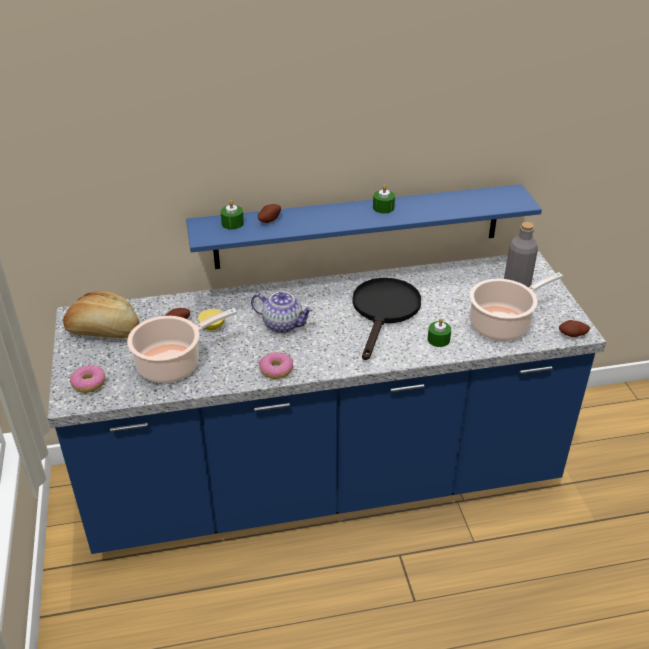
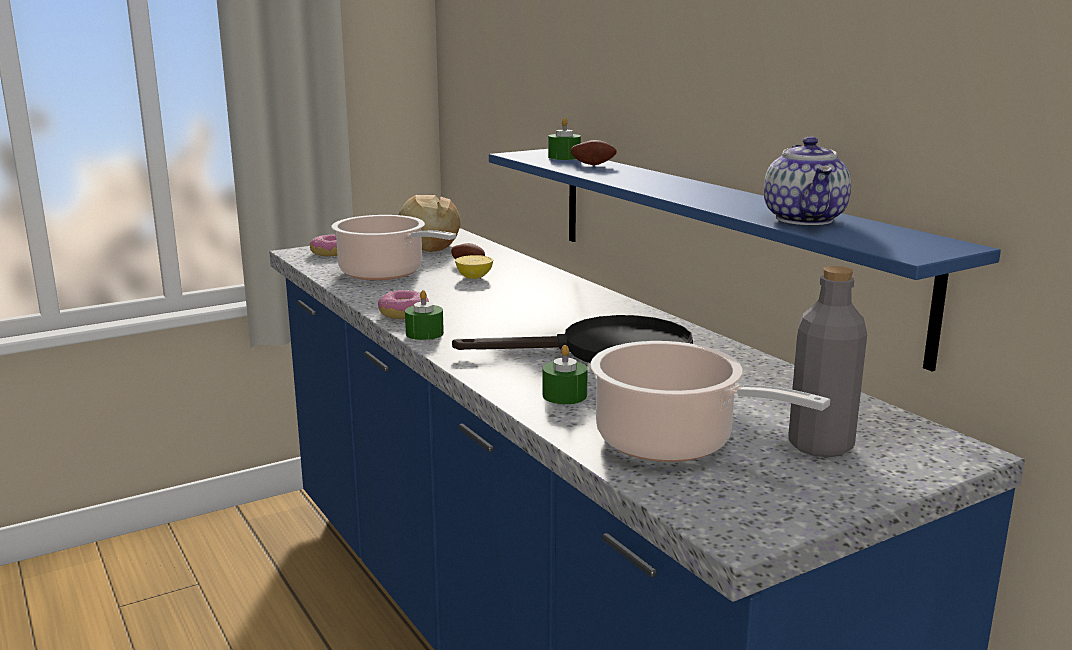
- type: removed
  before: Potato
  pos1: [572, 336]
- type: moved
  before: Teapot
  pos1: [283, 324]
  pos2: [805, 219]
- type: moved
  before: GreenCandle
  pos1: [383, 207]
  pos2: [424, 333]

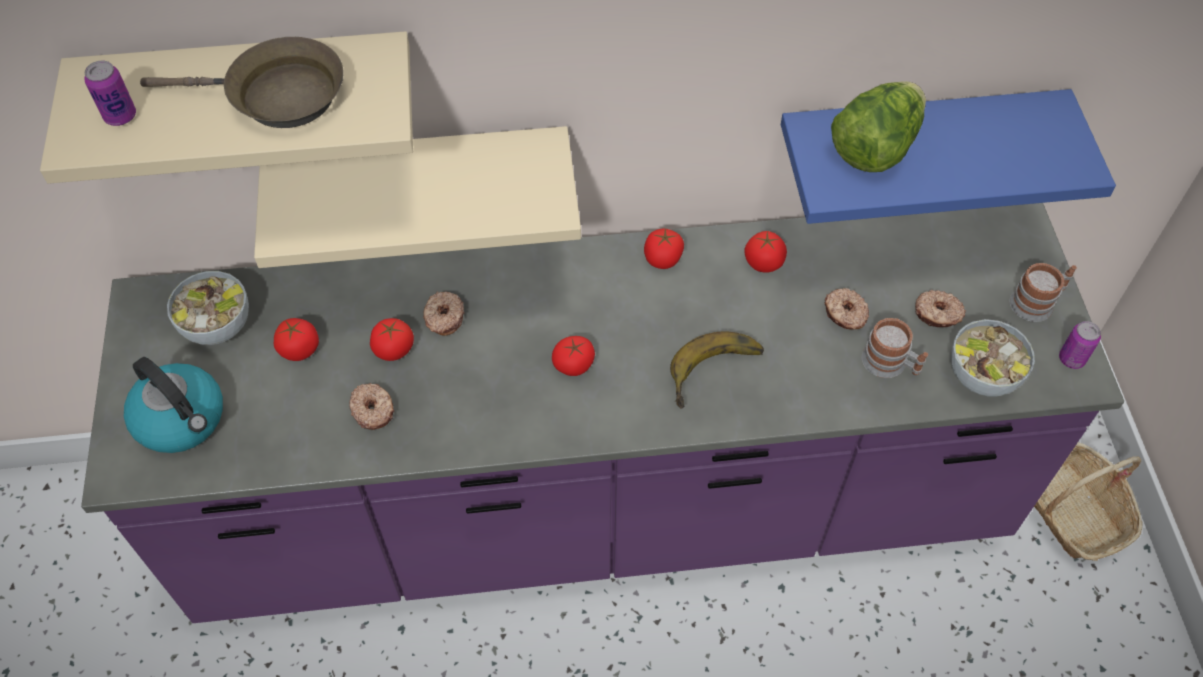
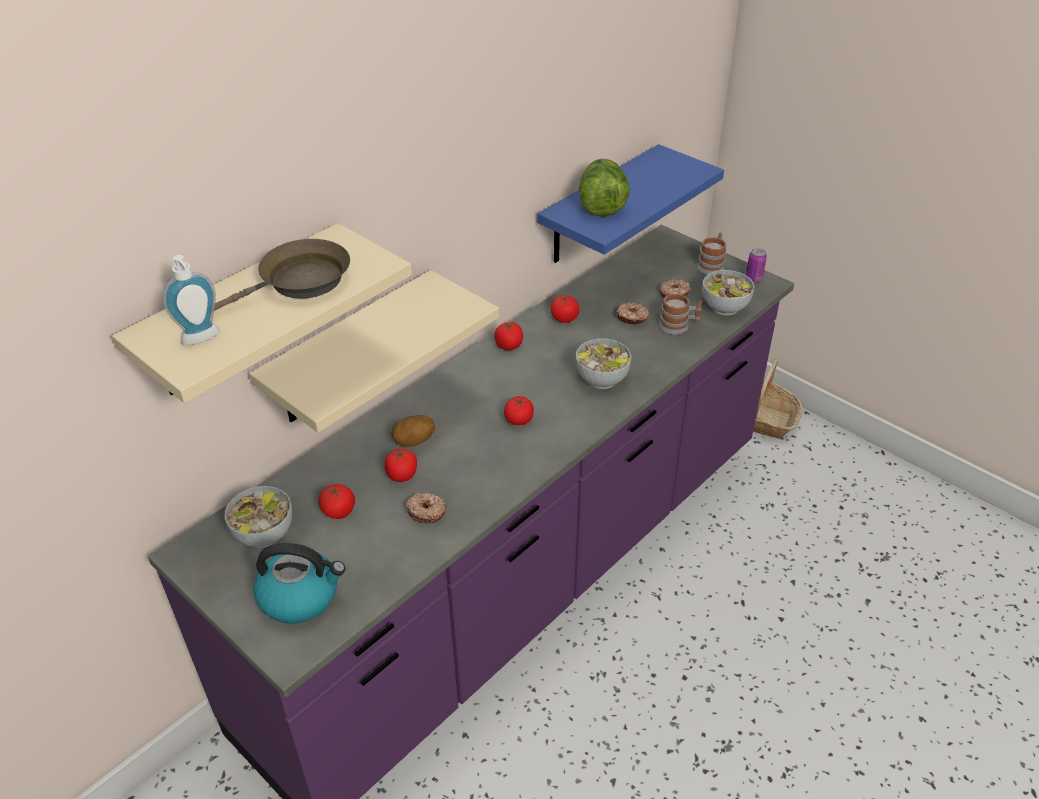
- type: replaced
  before: Can
  after: SoapDispenser
  pos1: [120, 116]
  pos2: [202, 339]
- type: replaced
  before: Donut
  after: Potato
  pos1: [444, 317]
  pos2: [414, 442]
- type: replaced
  before: Banana
  after: Bowl
  pos1: [718, 375]
  pos2: [602, 378]

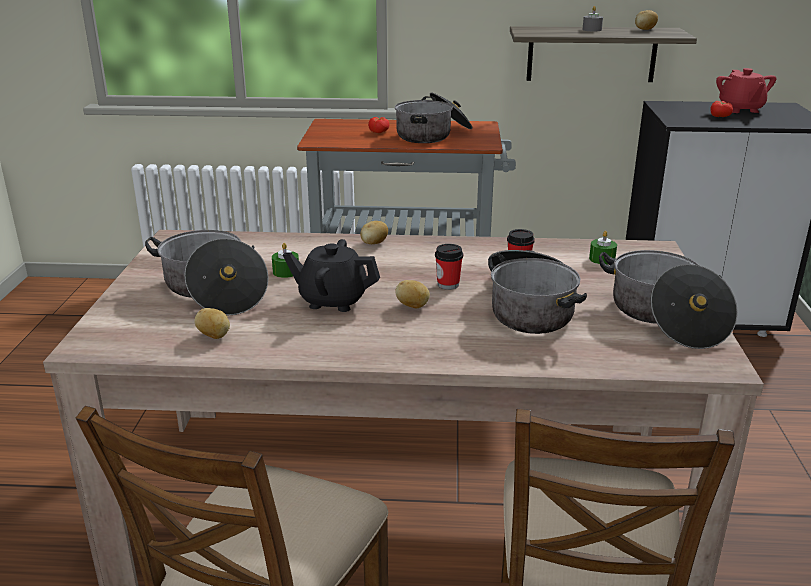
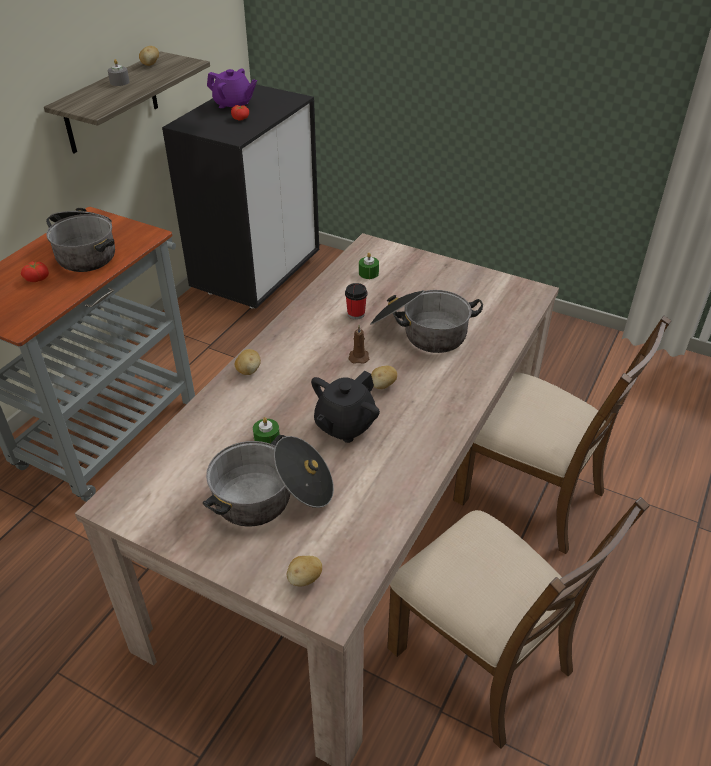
- type: removed
  before: CookingPot
  pos1: [664, 317]
- type: moved
  before: Potato
  pos1: [214, 336]
  pos2: [304, 579]
- type: replaced
  before: Cup
  after: BrownCandle
  pos1: [448, 284]
  pos2: [358, 356]
- type: recoloured
  before: RedTeapot
  after: PurpleTeapot
  pos1: [740, 109]
  pos2: [233, 105]

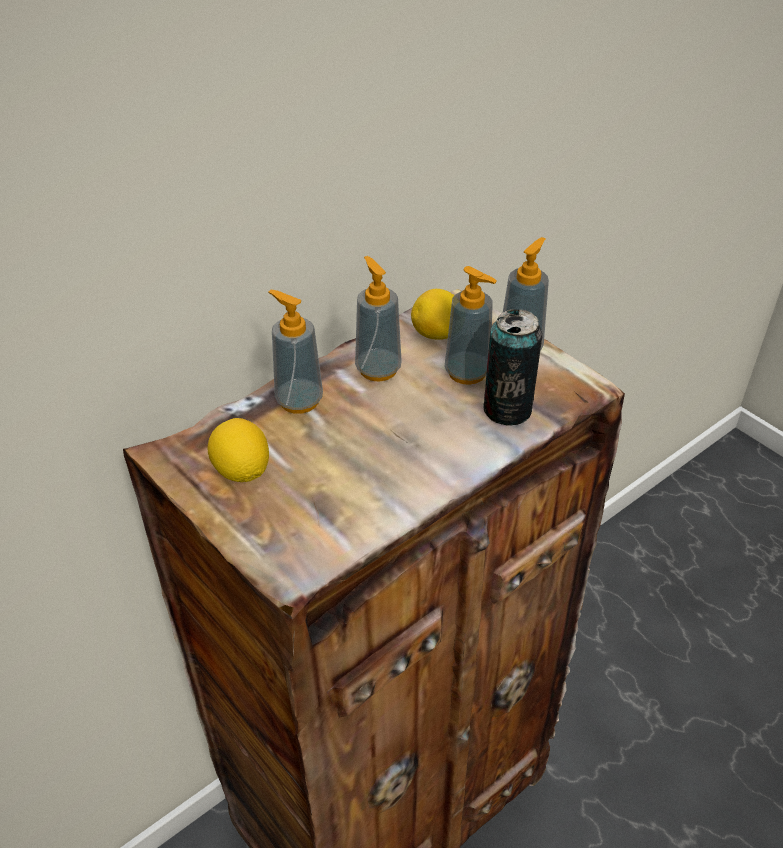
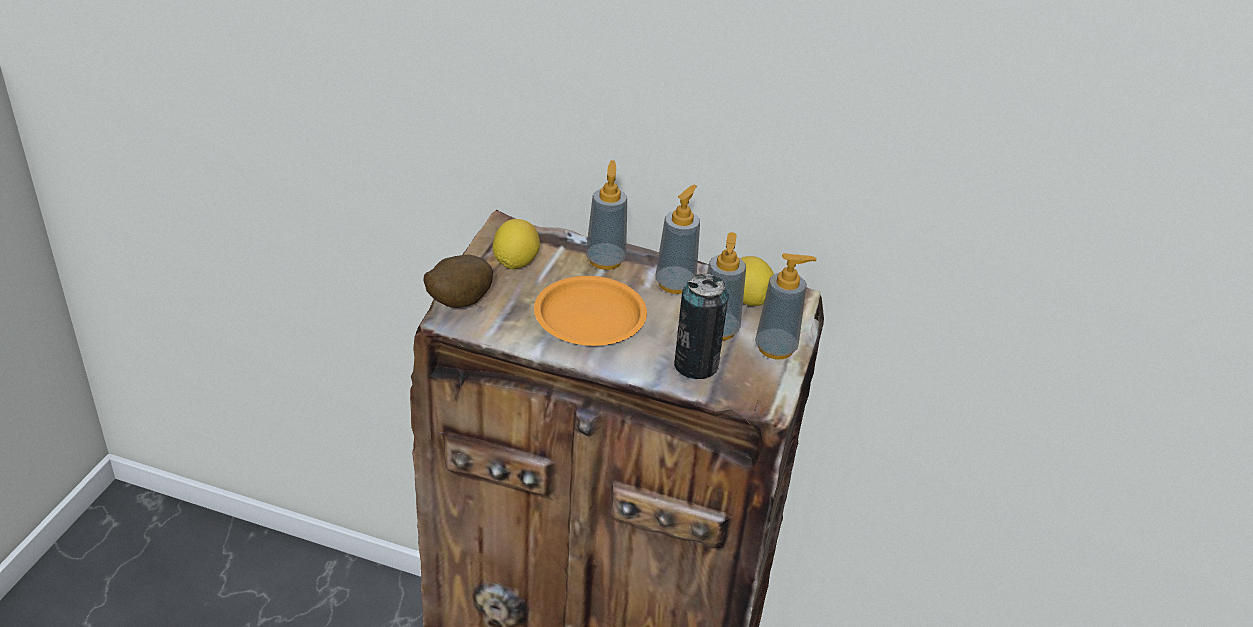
- type: added
  after: Potato
  pos2: [456, 303]
- type: added
  after: OrangePlate
  pos2: [590, 317]

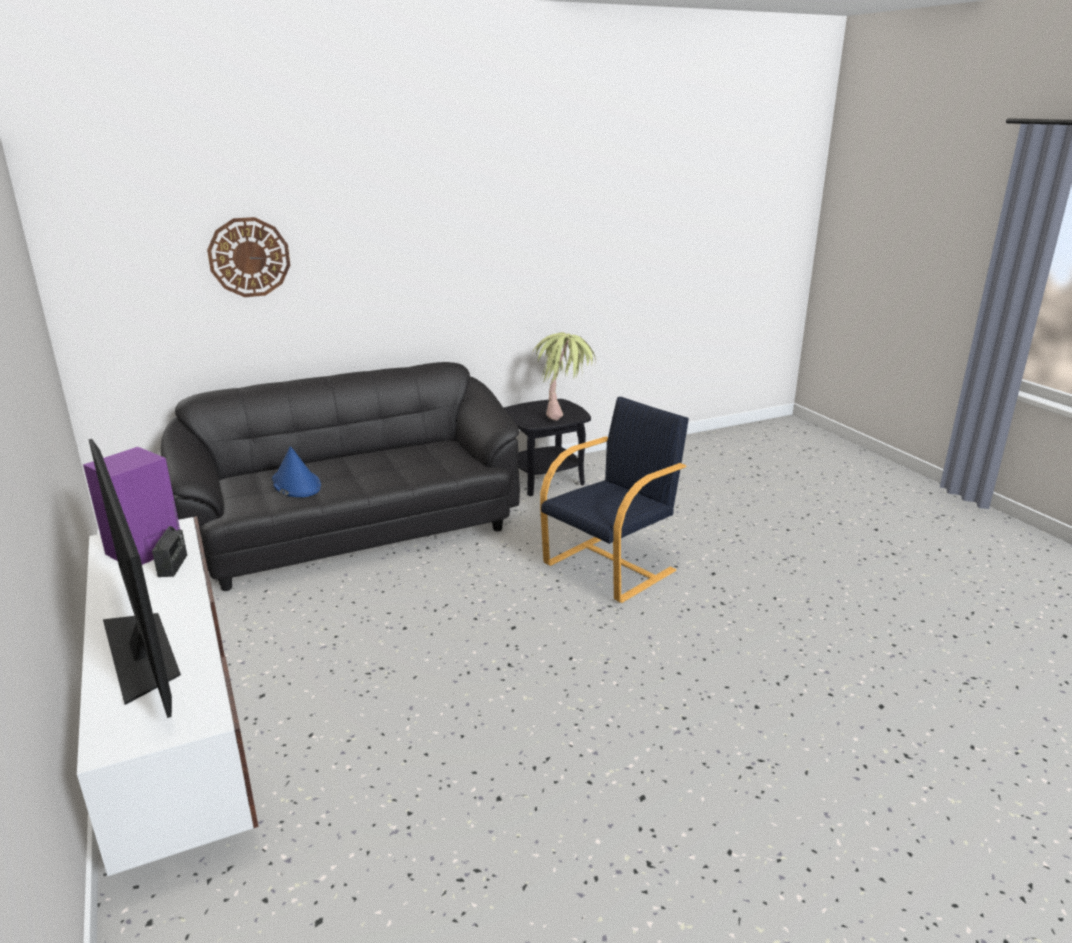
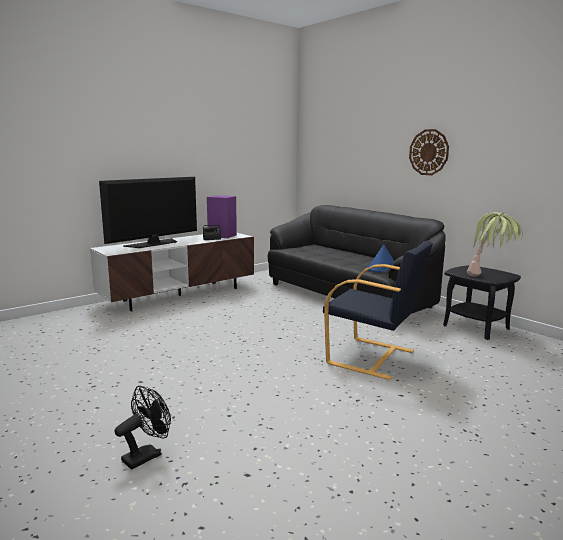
- type: added
  after: BlackFan
  pos2: [147, 455]
- type: moved
  before: WallClock
  pos1: [249, 257]
  pos2: [429, 152]
- type: moved
  before: BlueHat
  pos1: [296, 484]
  pos2: [382, 268]

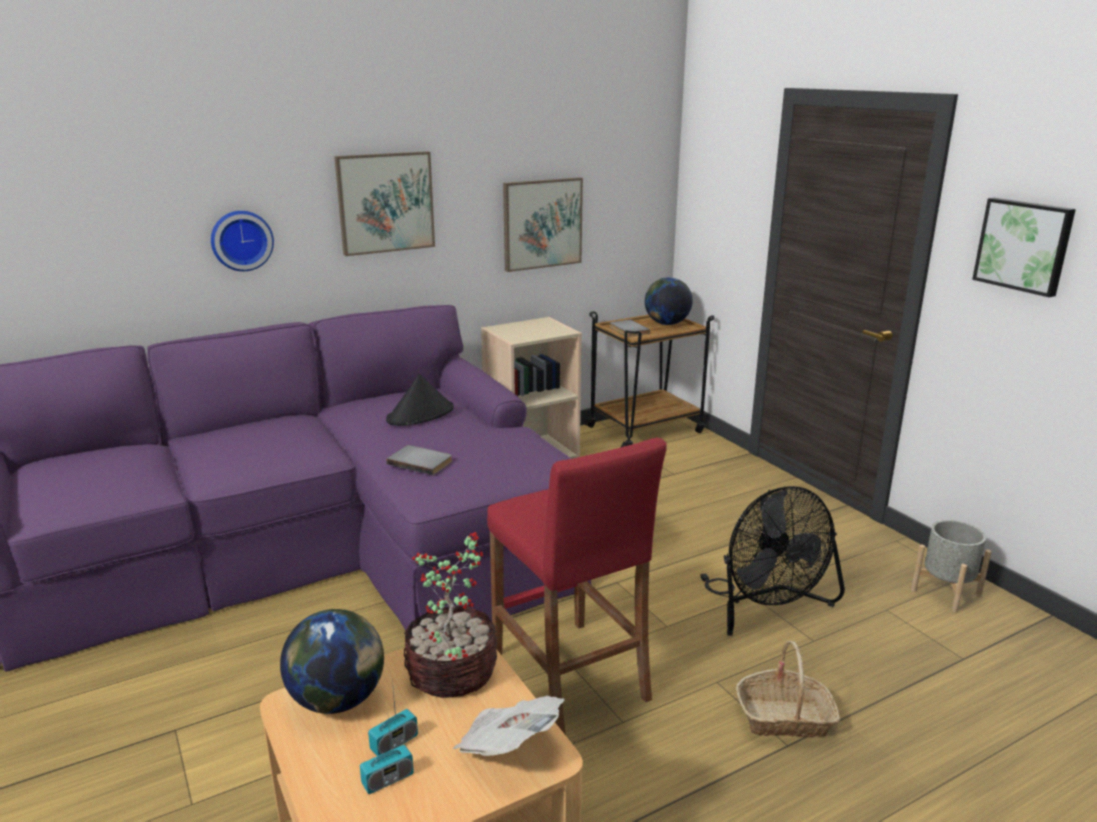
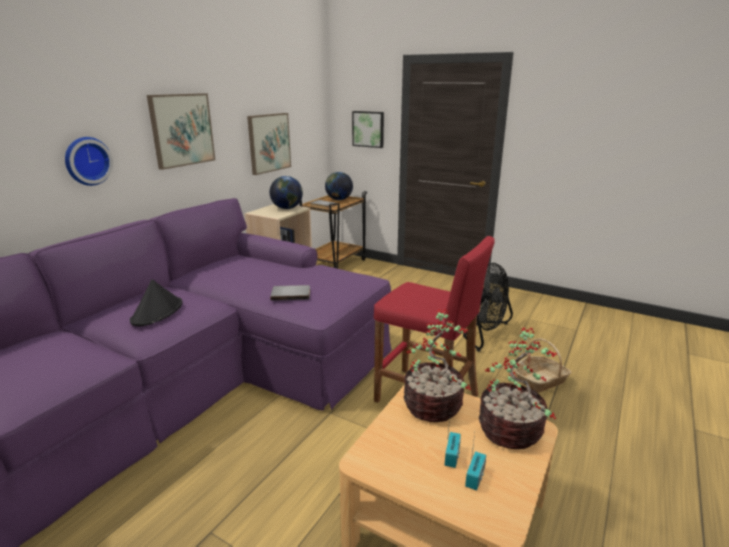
- type: removed
  before: GreyPlanter
  pos1: [946, 592]
- type: moved
  before: Globe
  pos1: [338, 700]
  pos2: [287, 208]
- type: moved
  before: BlackHat
  pos1: [421, 414]
  pos2: [157, 312]
- type: moved
  before: Picture
  pos1: [1024, 245]
  pos2: [368, 129]
- type: replaced
  before: Newspaper
  after: PottedPlant
  pos1: [508, 747]
  pos2: [511, 431]

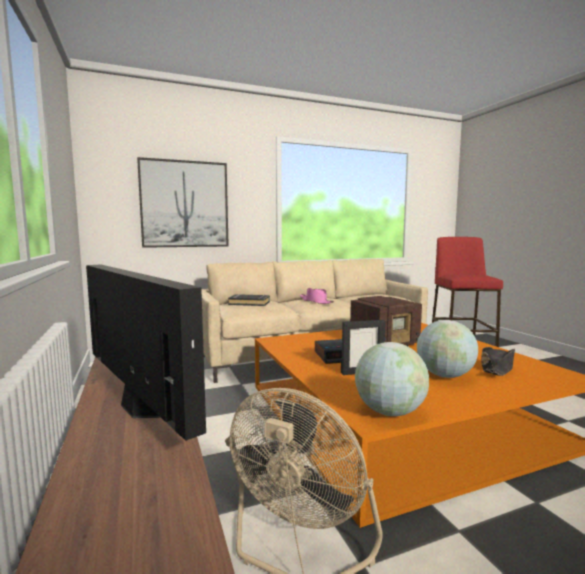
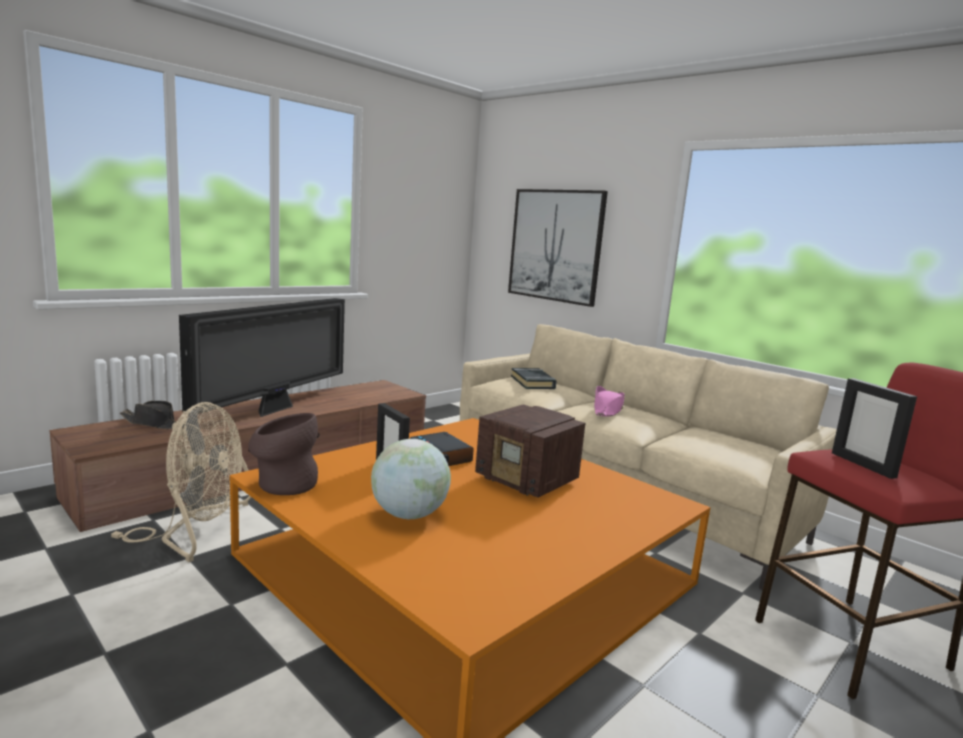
- type: added
  after: PictureFrame
  pos2: [863, 465]
- type: moved
  before: BlackHat
  pos1: [497, 368]
  pos2: [154, 424]
- type: replaced
  before: Globe
  after: BrownVase
  pos1: [390, 412]
  pos2: [283, 484]

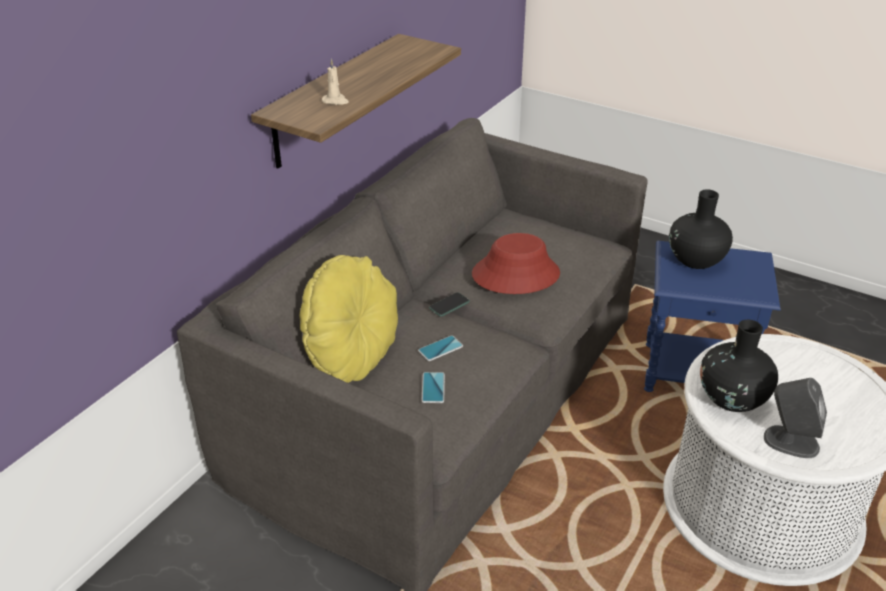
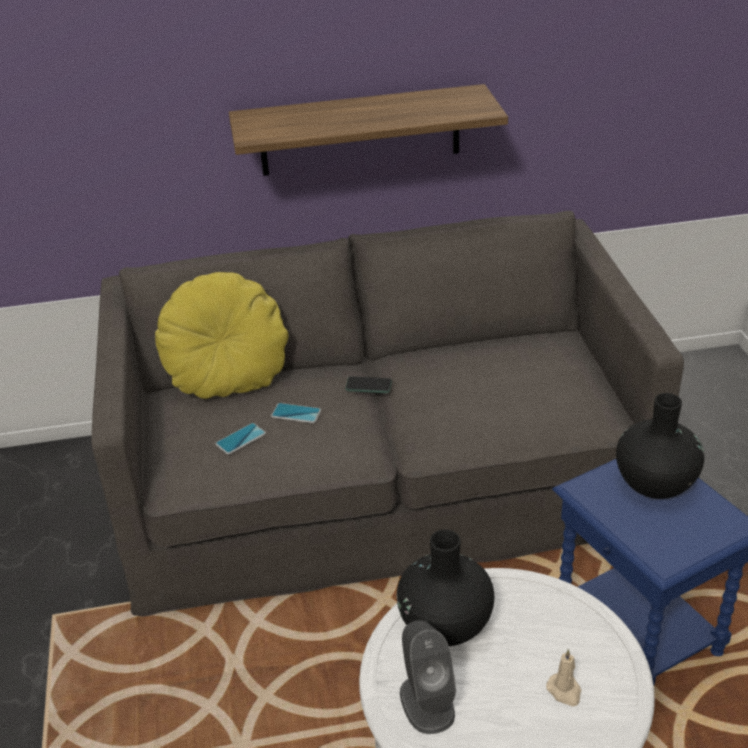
- type: removed
  before: RedHat
  pos1: [515, 274]
- type: moved
  before: BeigeCandle
  pos1: [335, 101]
  pos2: [565, 691]

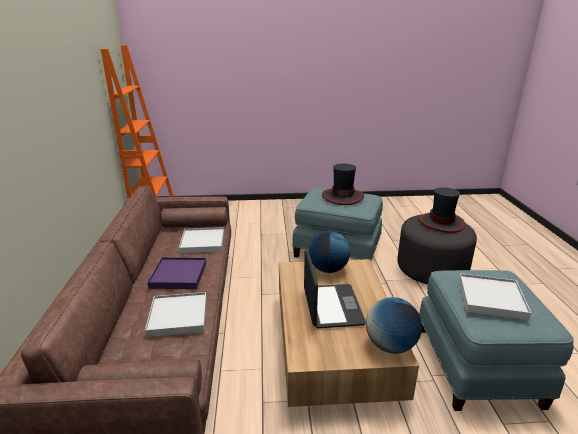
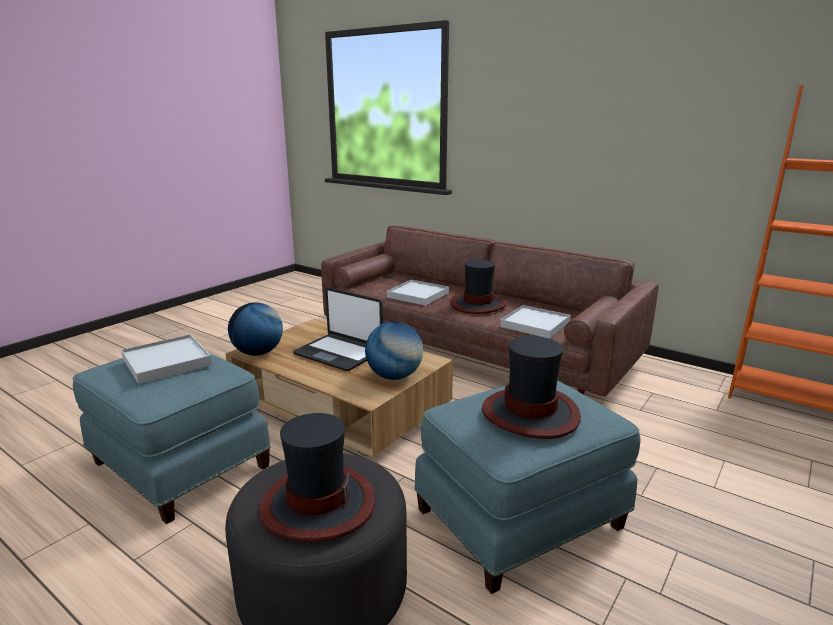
- type: replaced
  before: PurpleTray
  after: Hat
  pos1: [178, 275]
  pos2: [478, 305]

